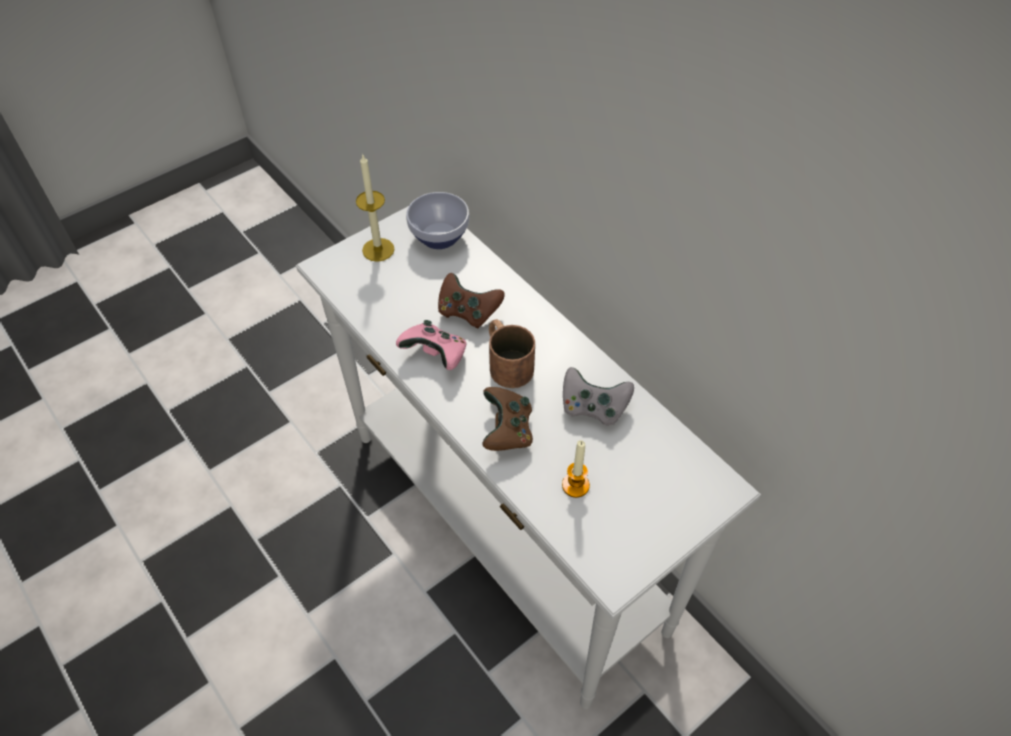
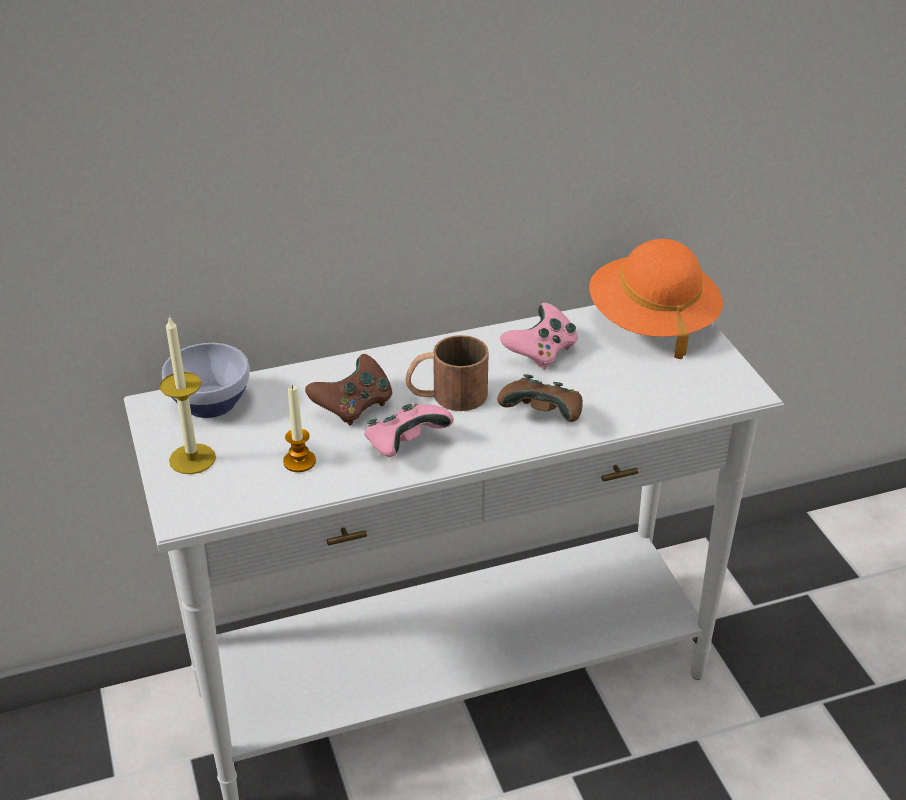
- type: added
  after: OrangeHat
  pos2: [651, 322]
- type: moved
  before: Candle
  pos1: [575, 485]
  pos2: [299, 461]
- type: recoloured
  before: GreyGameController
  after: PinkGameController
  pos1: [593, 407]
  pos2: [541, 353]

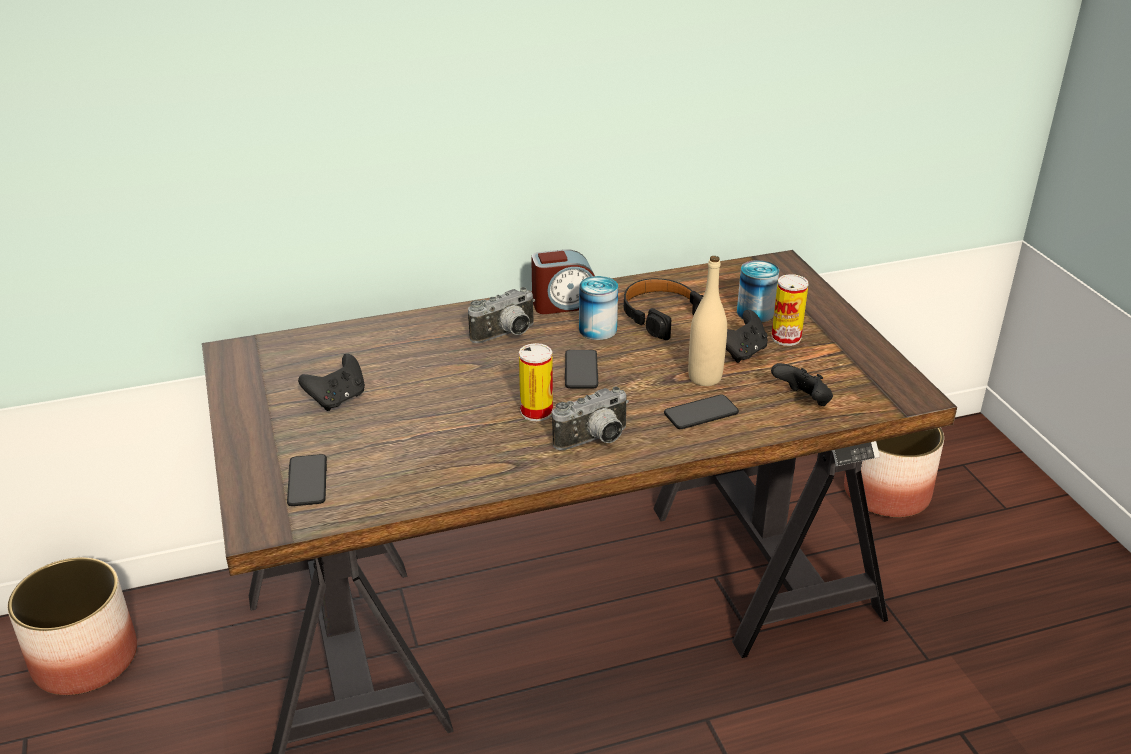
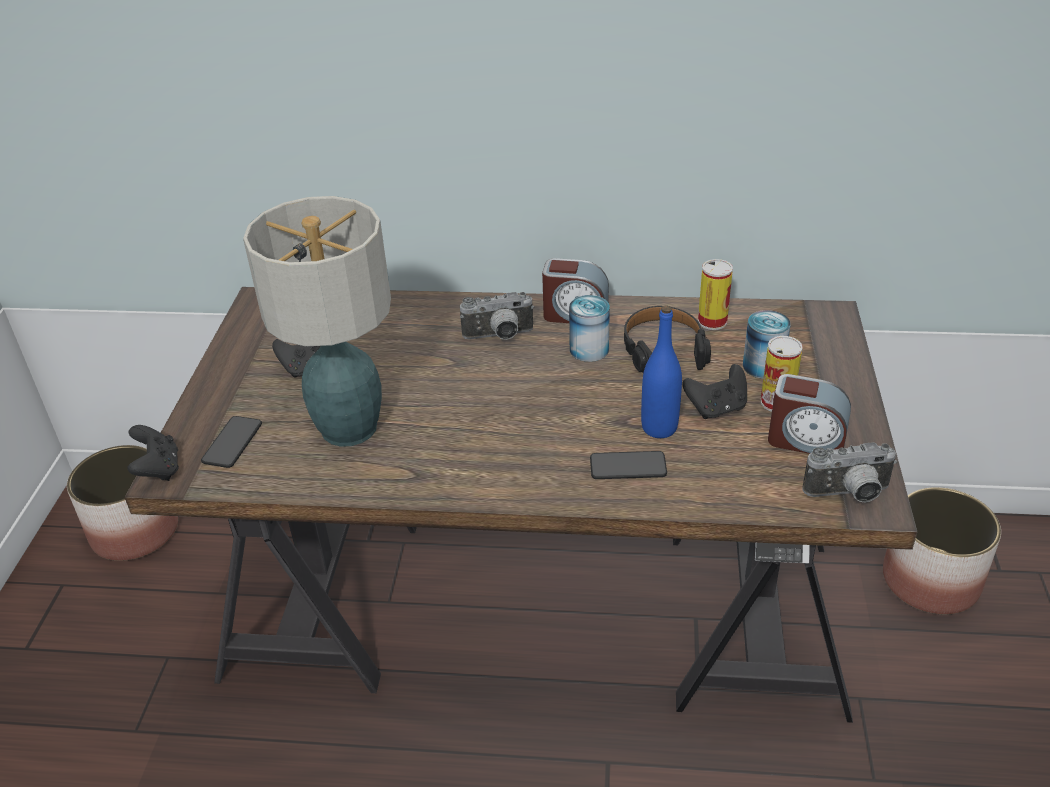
- type: removed
  before: Phone
  pos1: [581, 370]
- type: added
  after: TableLamp
  pos2: [349, 429]
- type: added
  after: AlarmClock
  pos2: [806, 440]
- type: moved
  before: Can
  pos1: [536, 411]
  pos2: [712, 321]
- type: moved
  before: PhotoCamera
  pos1: [595, 441]
  pos2: [849, 494]
- type: moved
  before: BlackGameController
  pos1: [803, 401]
  pos2: [158, 469]
- type: recoloured
  before: BeigeBottle
  after: BlueBottle
  pos1: [705, 378]
  pos2: [659, 428]

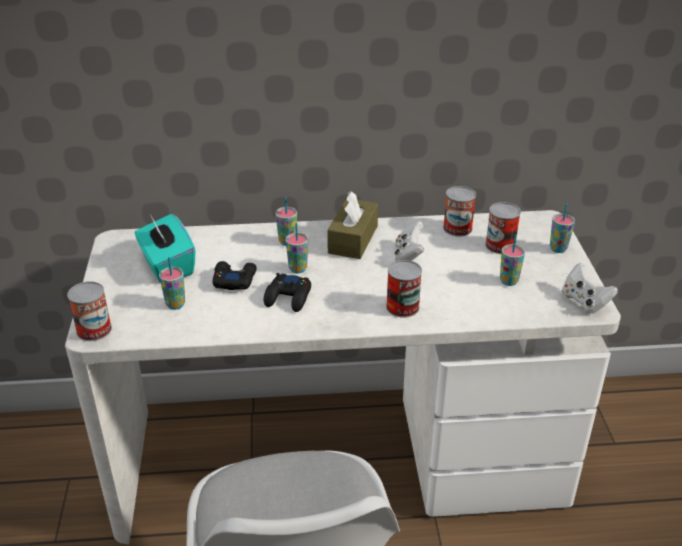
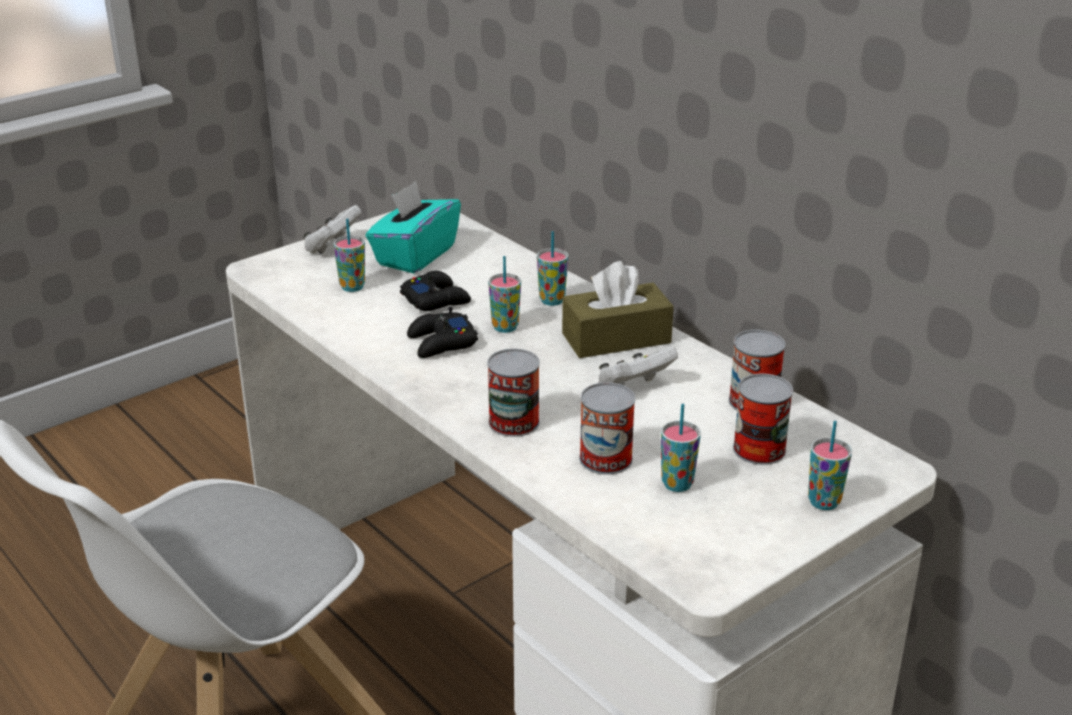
- type: moved
  before: Can
  pos1: [94, 330]
  pos2: [605, 459]
- type: moved
  before: WhiteGameController
  pos1: [584, 302]
  pos2: [332, 247]

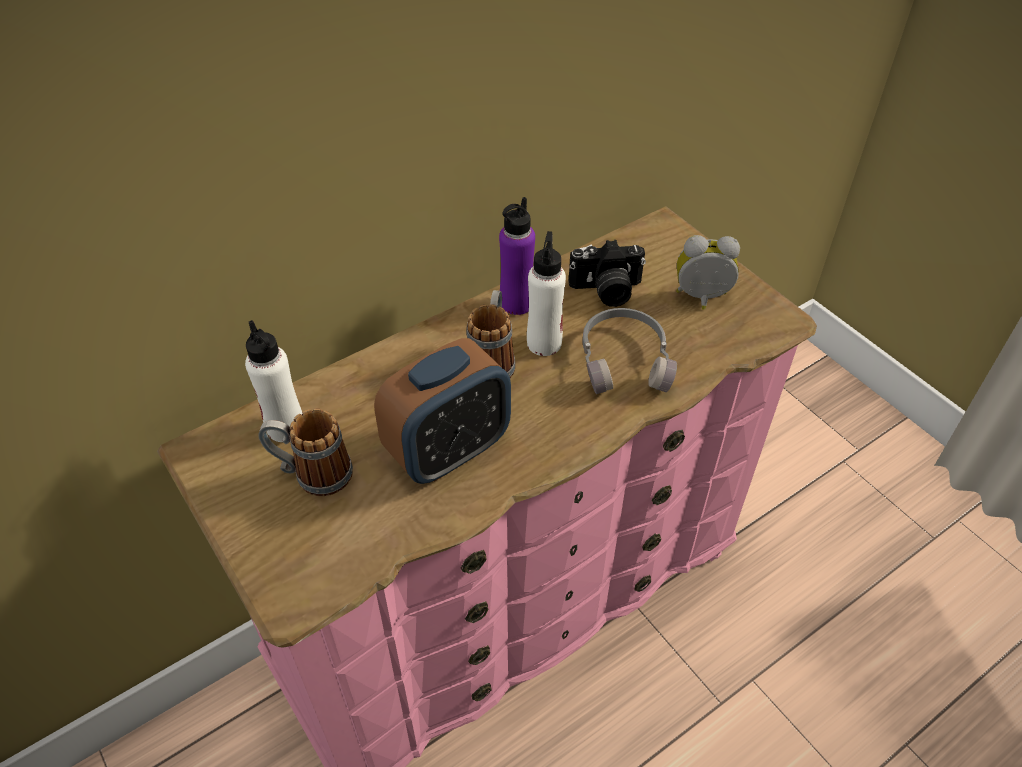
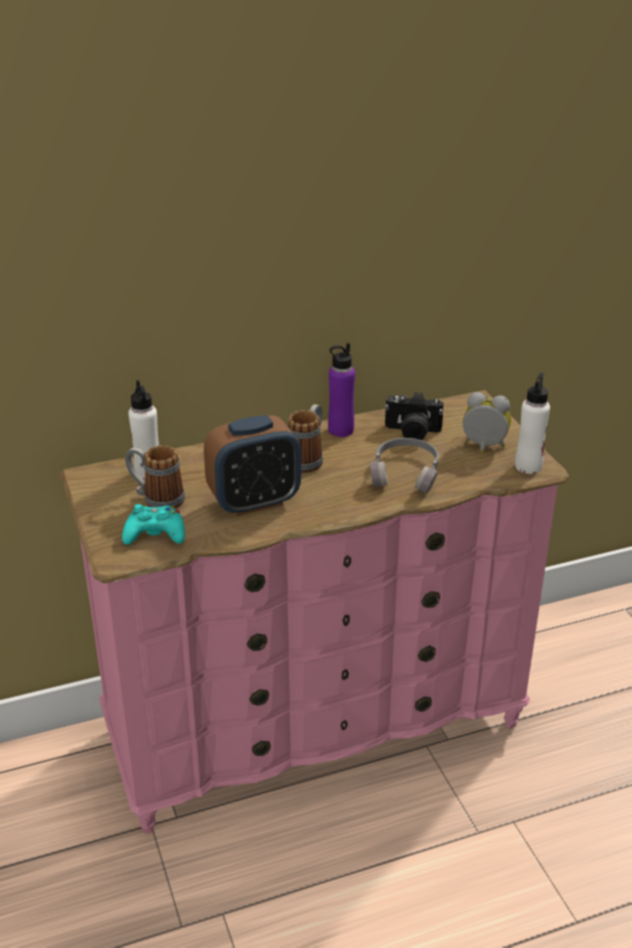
- type: added
  after: TurquoiseGameController
  pos2: [155, 534]
- type: moved
  before: WhiteBottle
  pos1: [544, 343]
  pos2: [528, 466]

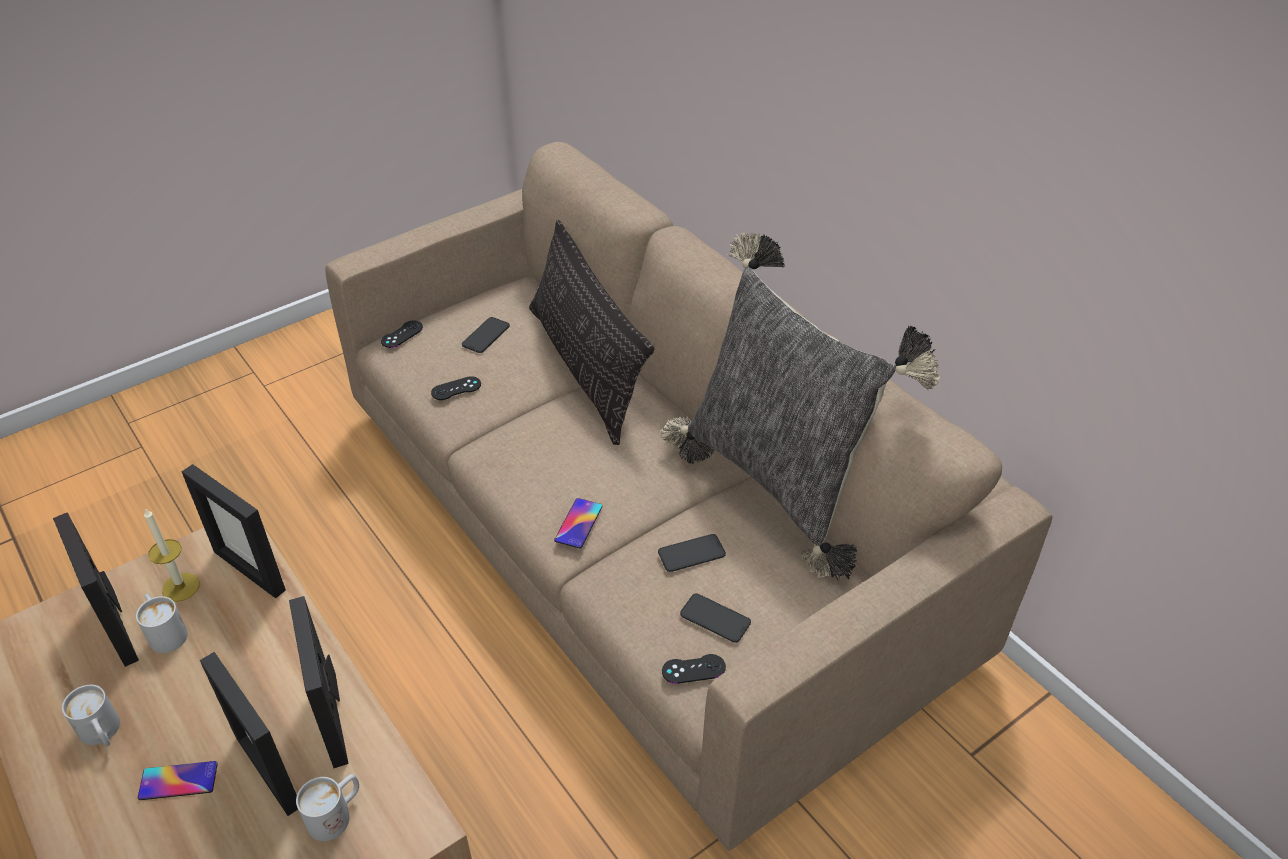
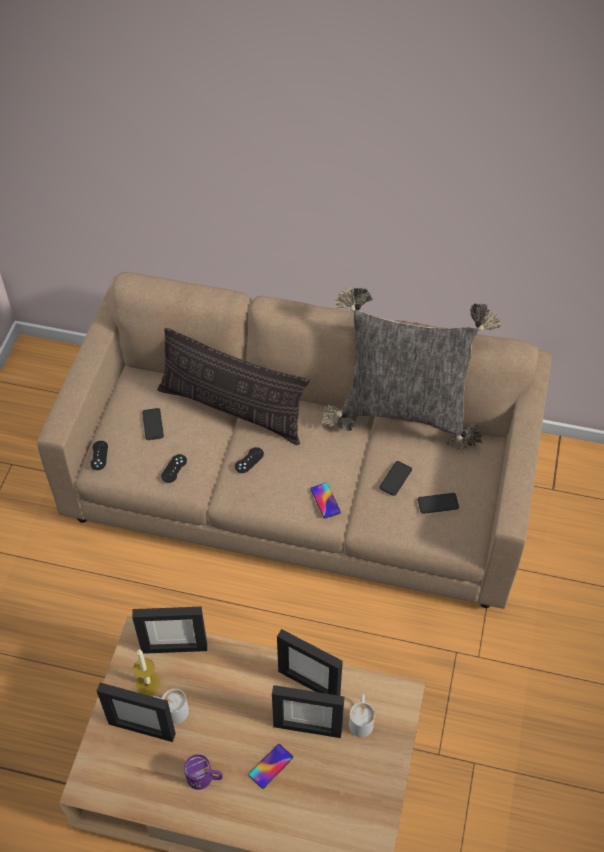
- type: moved
  before: BlackGameController
  pos1: [693, 669]
  pos2: [249, 460]
- type: recoloured
  before: WhiteMug
  after: PurpleMug
  pos1: [103, 734]
  pos2: [205, 778]

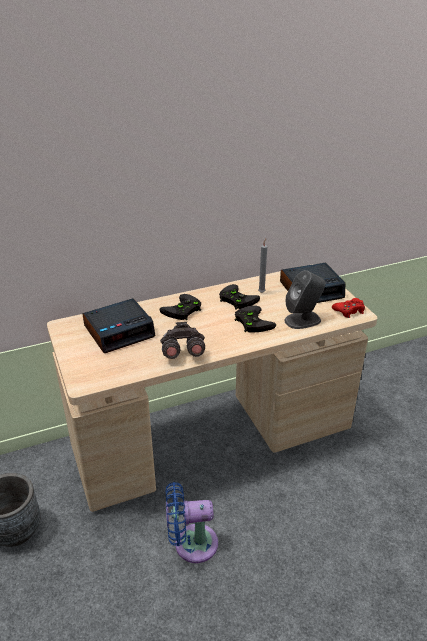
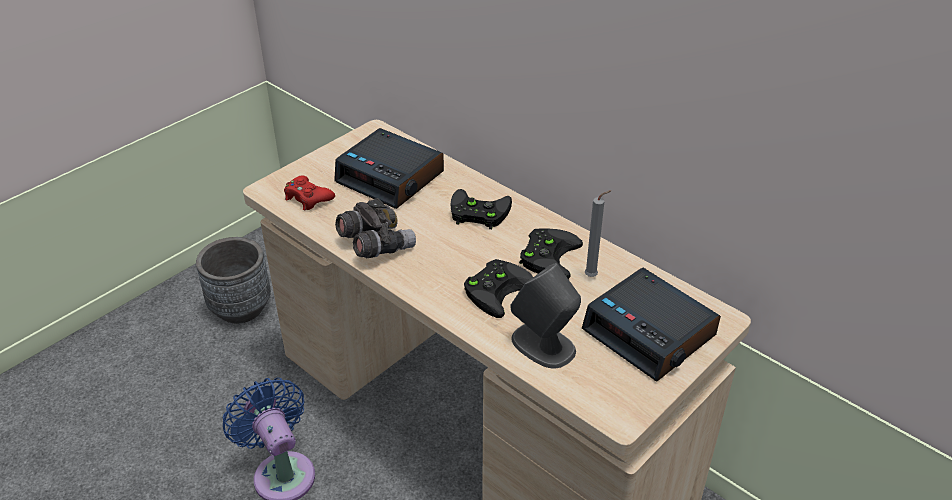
- type: moved
  before: RedGameController
  pos1: [349, 311]
  pos2: [308, 198]

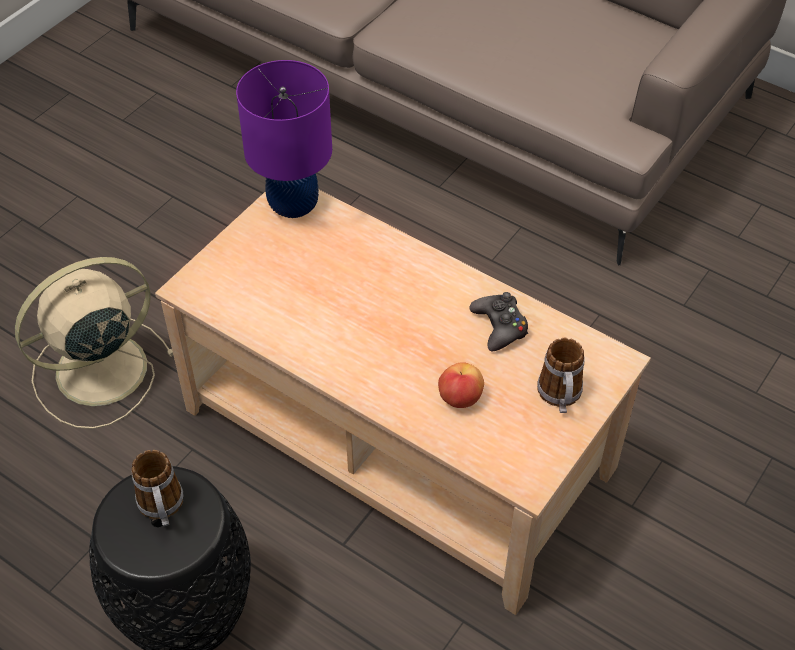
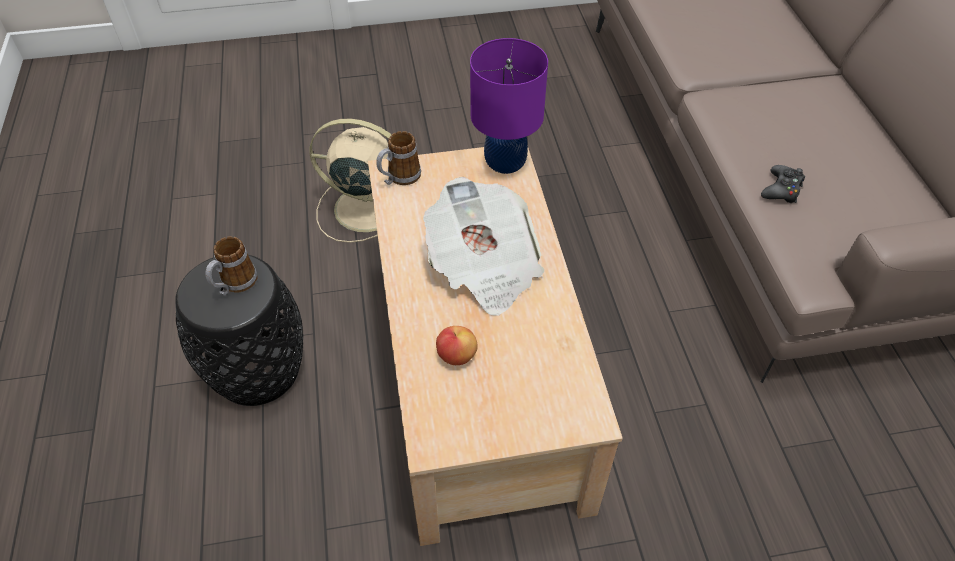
- type: added
  after: Newspaper
  pos2: [484, 267]
- type: moved
  before: BlackGameController
  pos1: [500, 326]
  pos2: [781, 189]
- type: moved
  before: Mug
  pos1: [560, 398]
  pos2: [399, 178]

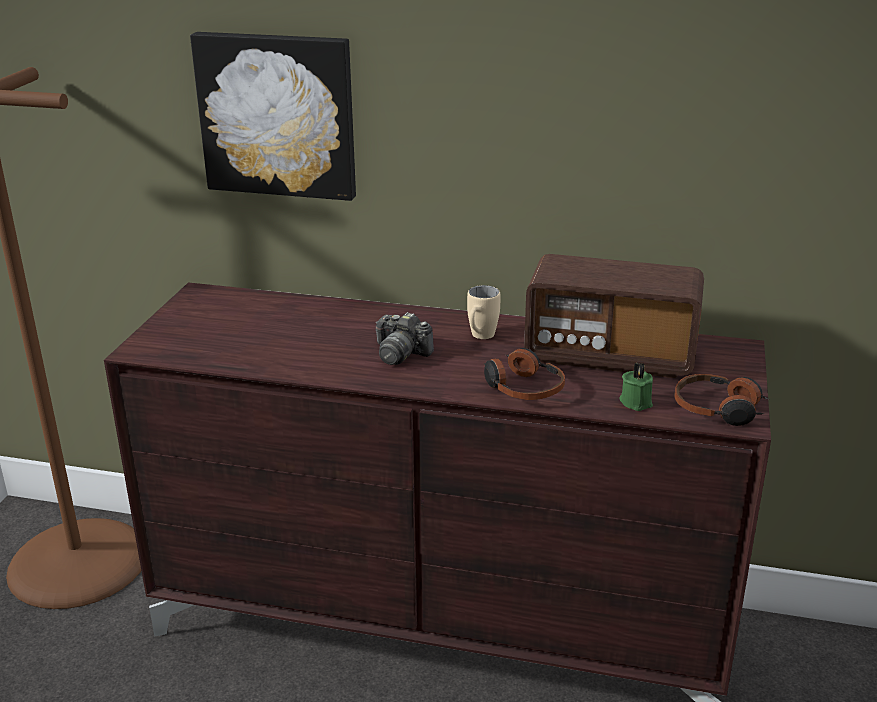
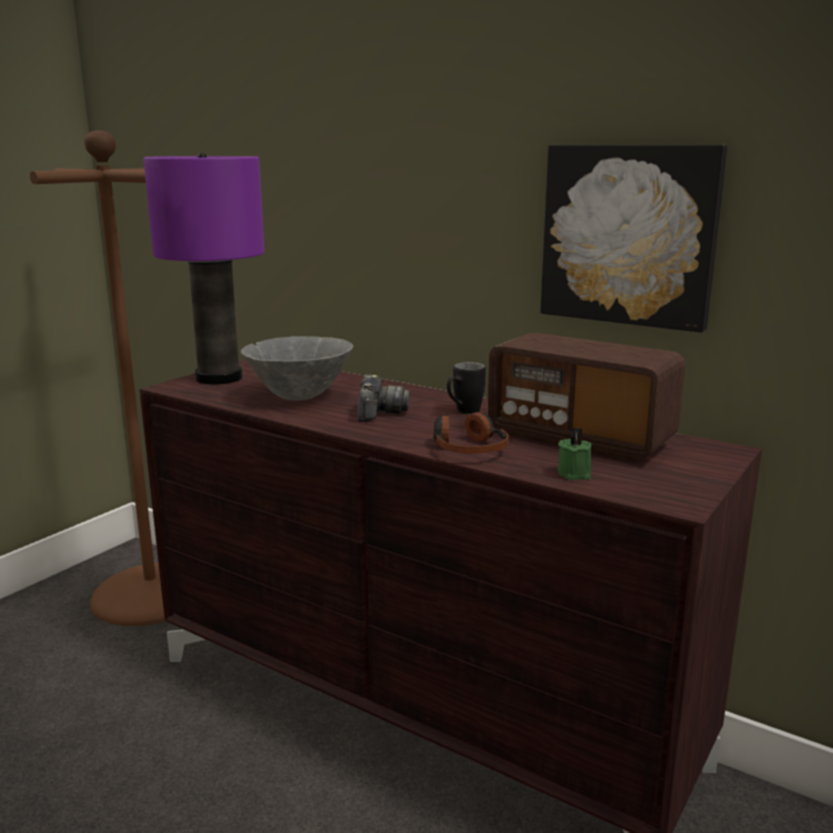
- type: removed
  before: Headphones
  pos1: [719, 409]
- type: added
  after: PurpleTableLamp
  pos2: [220, 378]
- type: added
  after: GreyBowl
  pos2: [299, 397]
- type: moved
  before: Picture
  pos1: [278, 115]
  pos2: [629, 235]
- type: recoloured
  before: BeigeMug
  after: BlackMug
  pos1: [480, 337]
  pos2: [463, 412]
- type: turned
  before: PhotoCamera
  pos1: [400, 354]
  pos2: [379, 413]
  turn: -135

